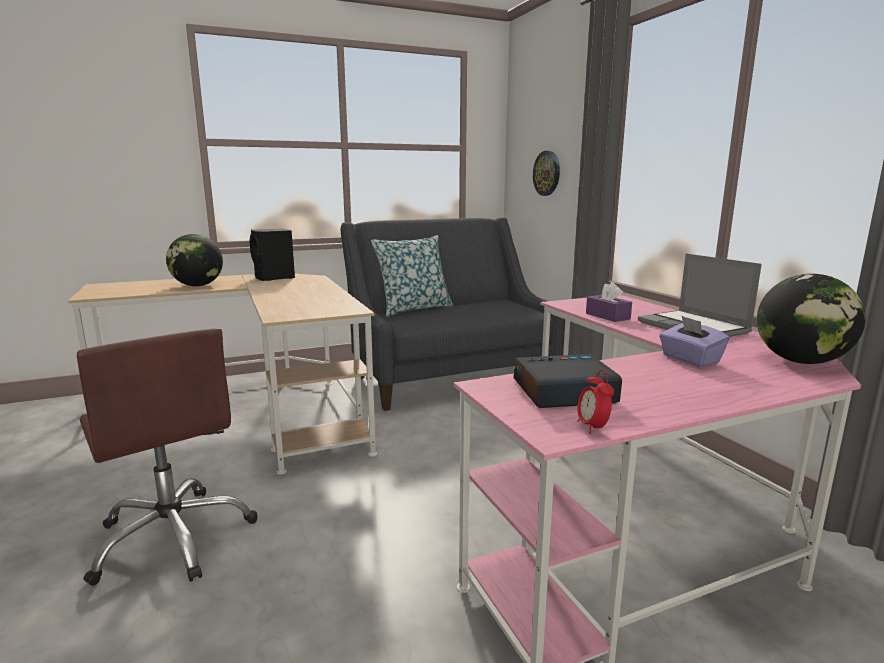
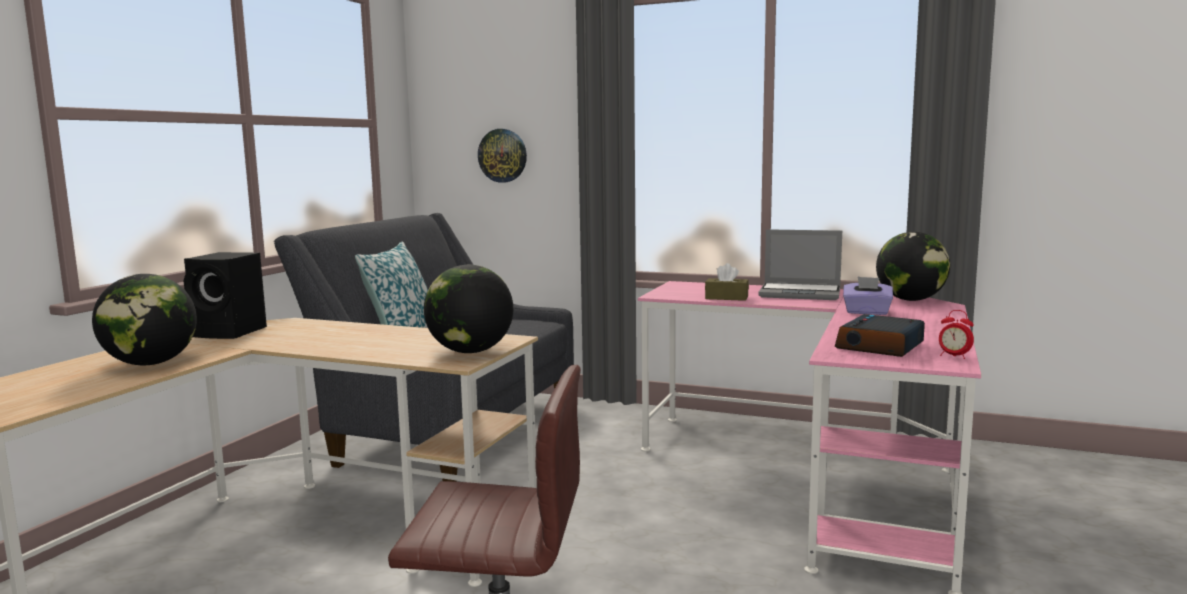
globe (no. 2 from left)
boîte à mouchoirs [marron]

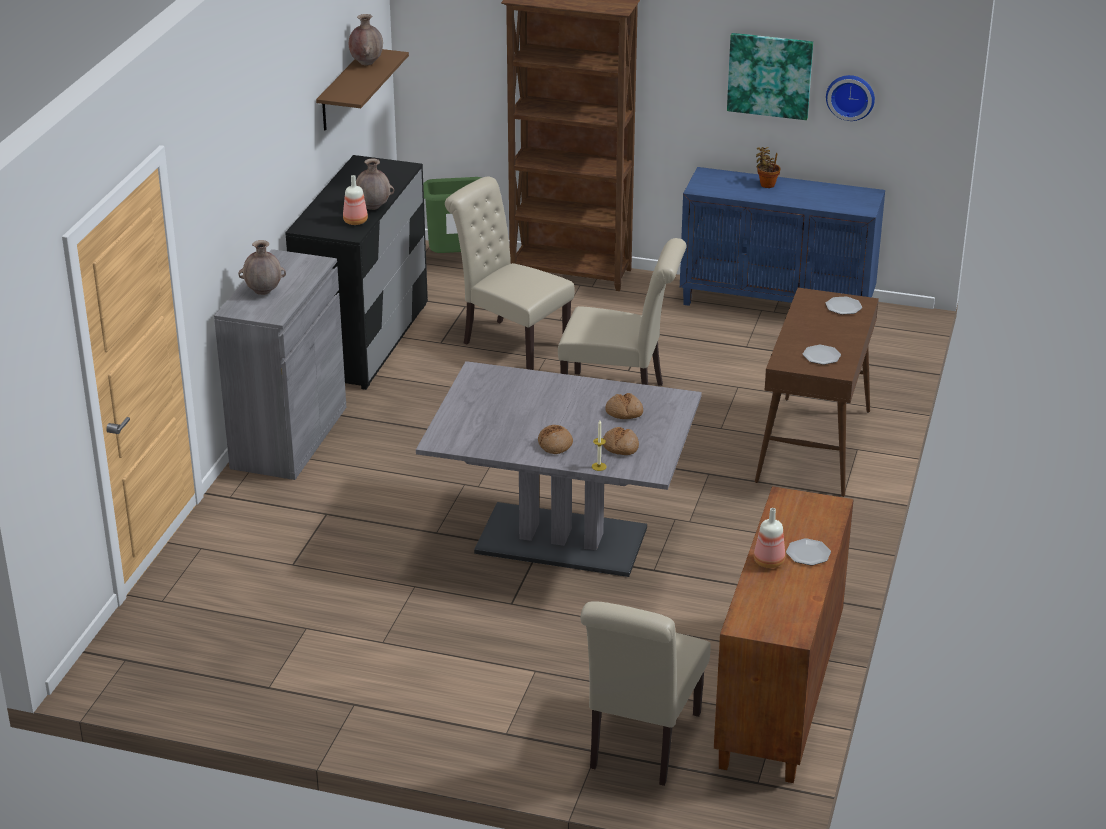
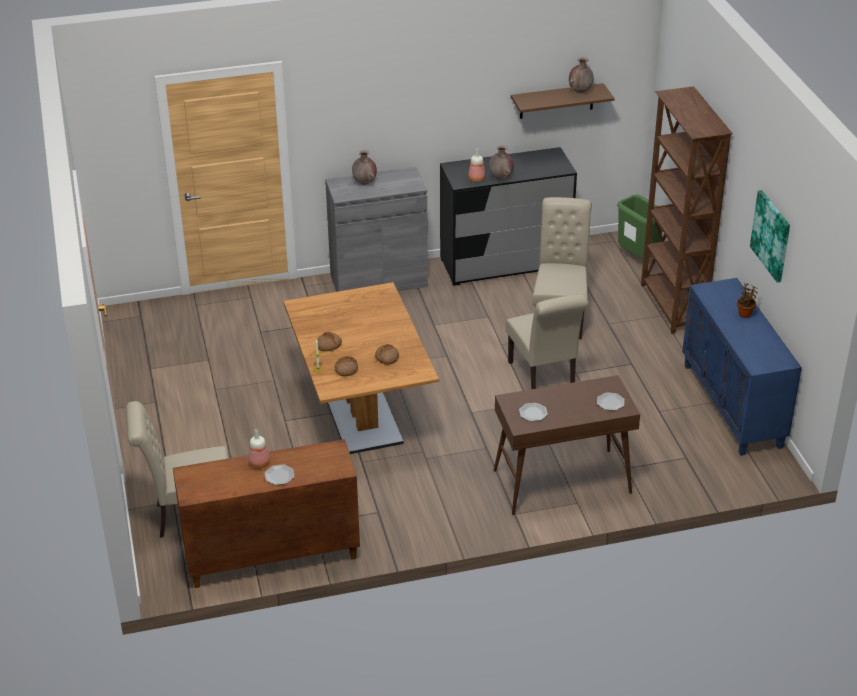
table à manger [marron]
horloge murale

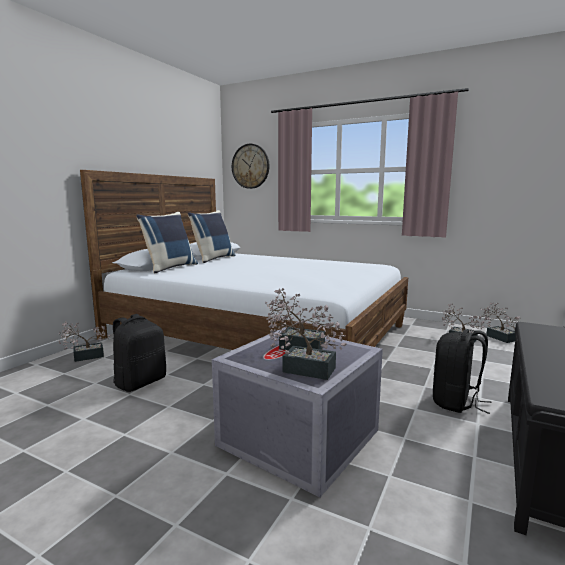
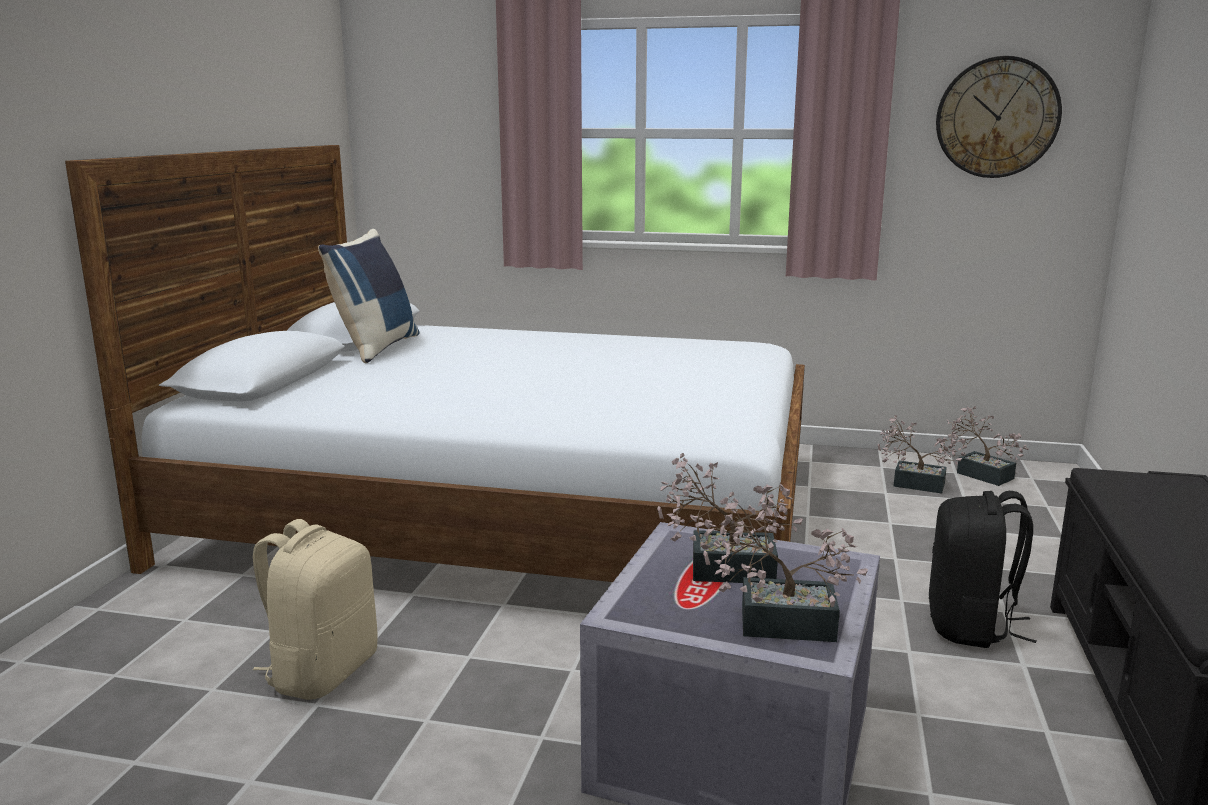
sac à dos [beige]
horloge murale
plante en pot (no. 1 from left in the first image)
coussin [bleu] (no. 1 from left in the first image)

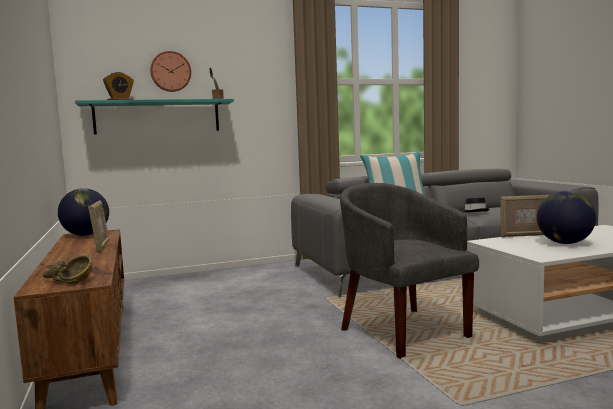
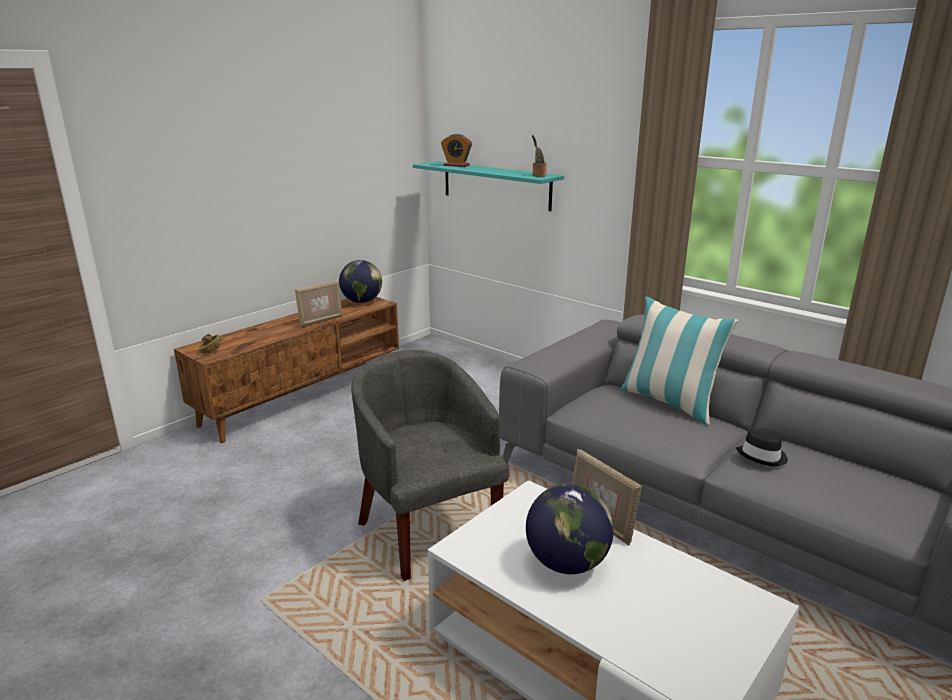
fauteuil [gris]
horloge murale

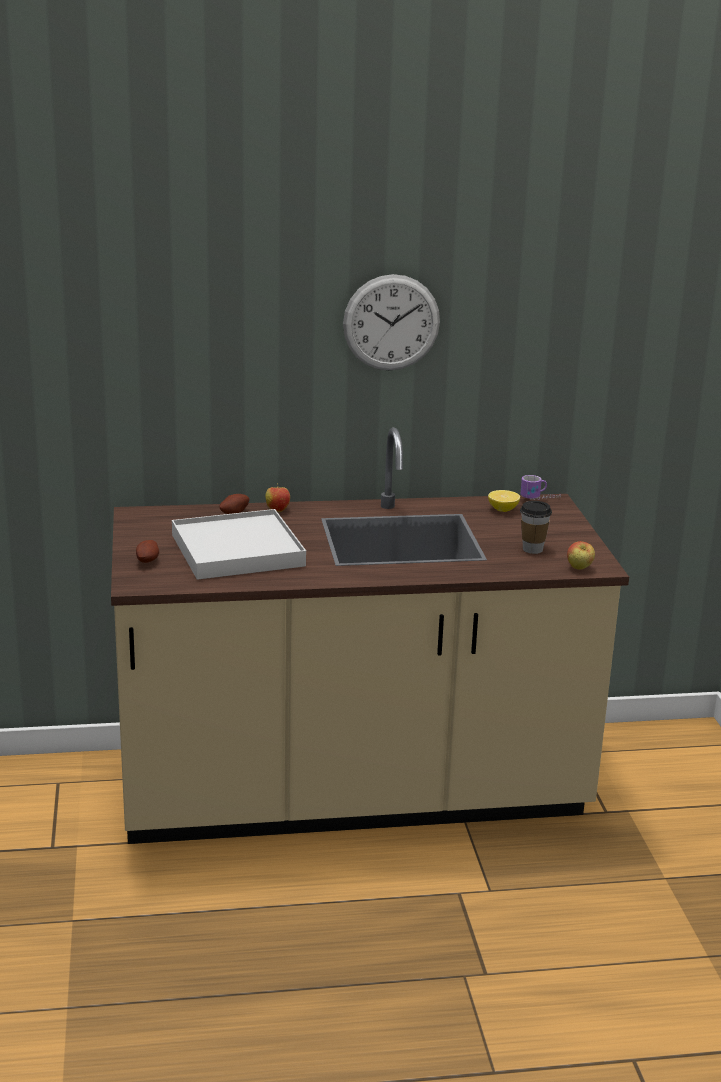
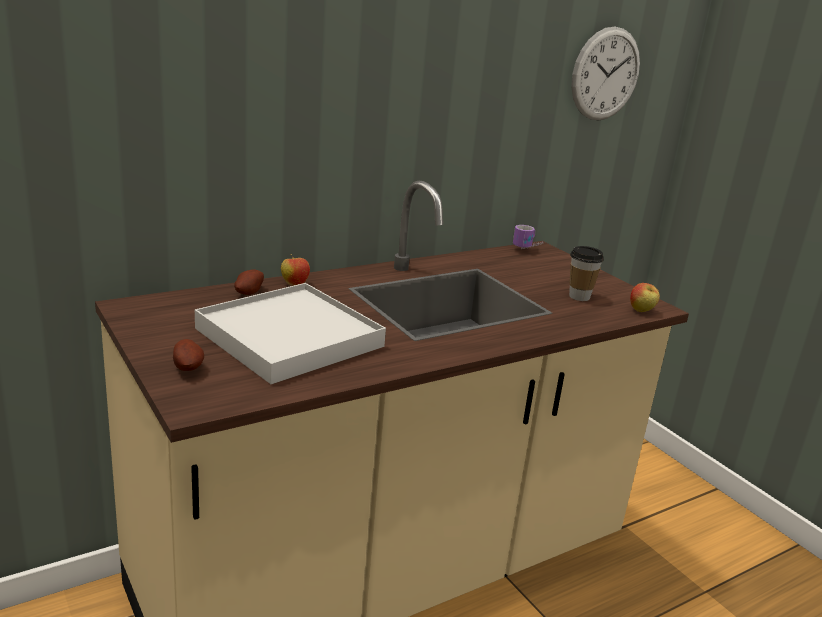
horloge murale
citron

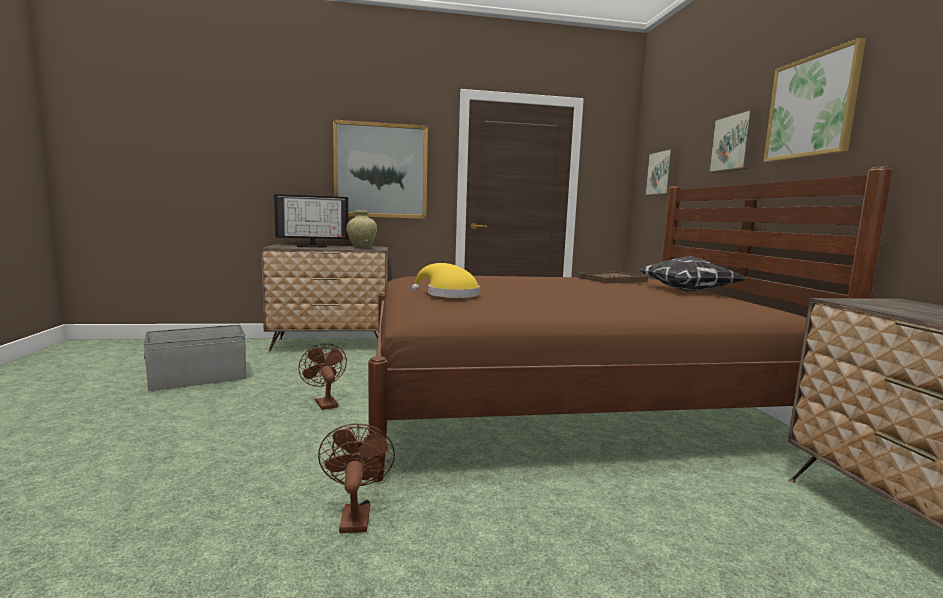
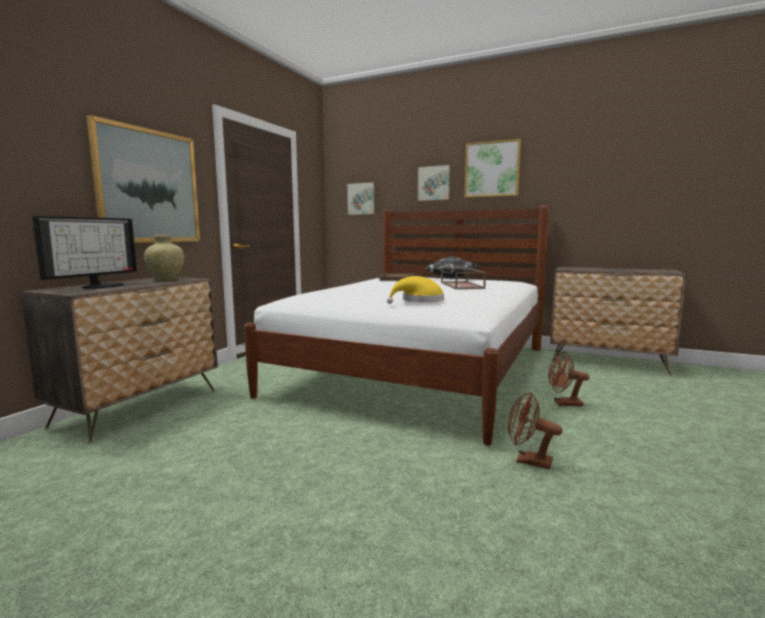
lit [blanc]
plateau [marron] (no. 2 from left)
ventilateur [marron] (no. 2 from left)
boîte de rangement [gris]

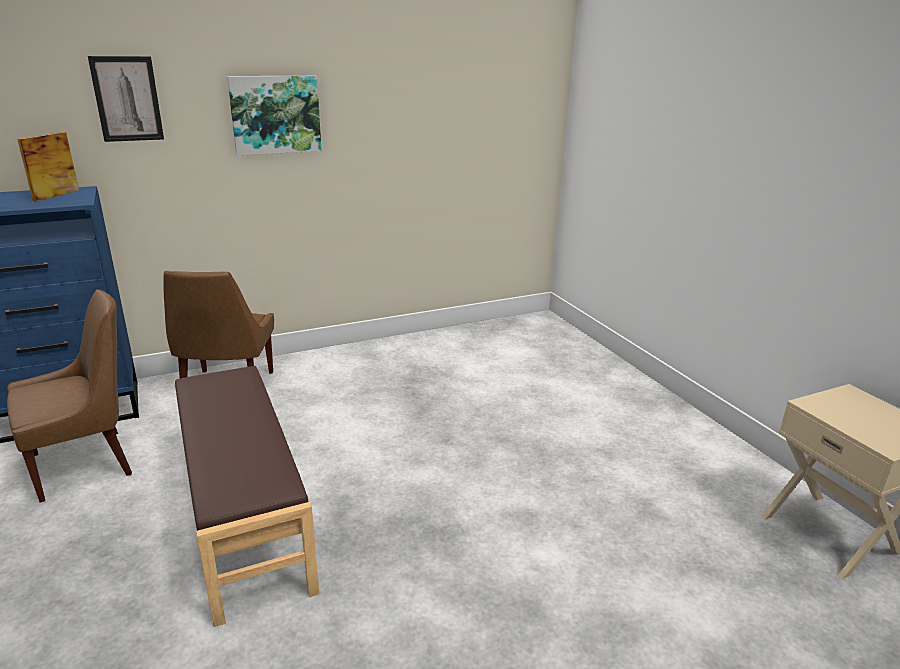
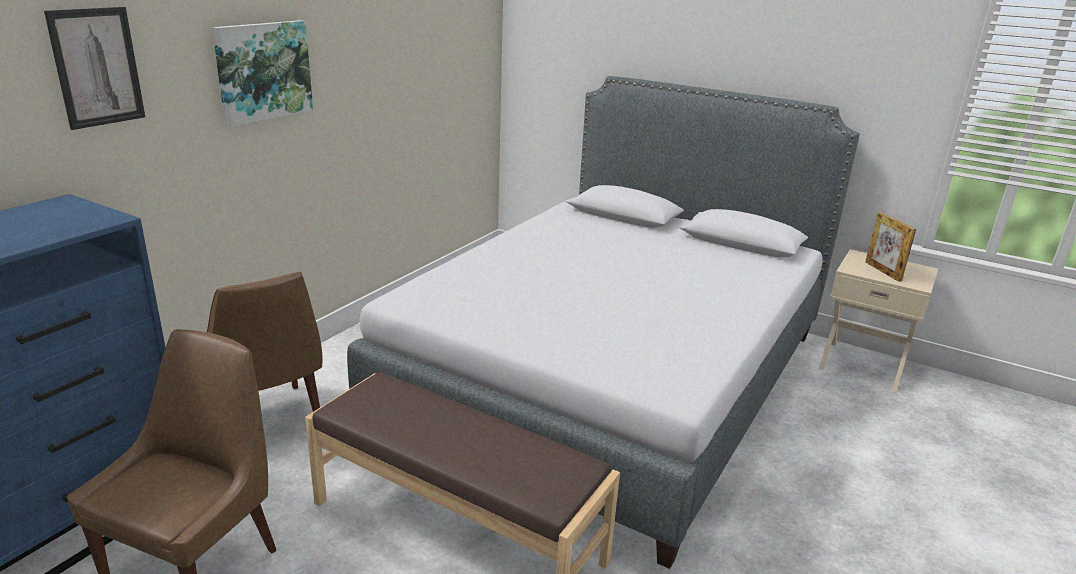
lit [gris]
cadre photo

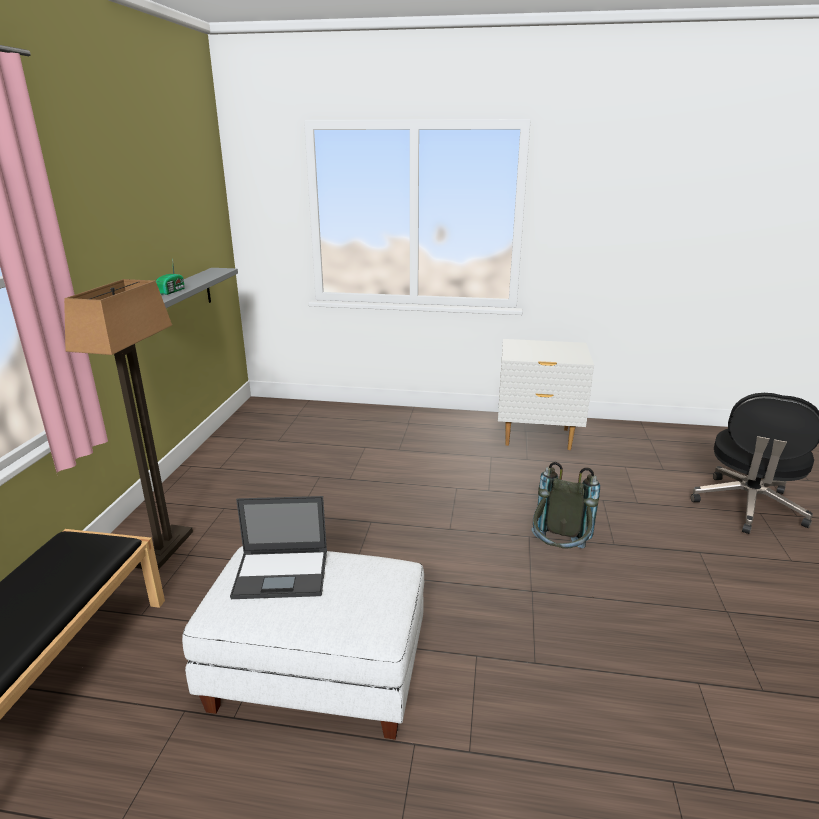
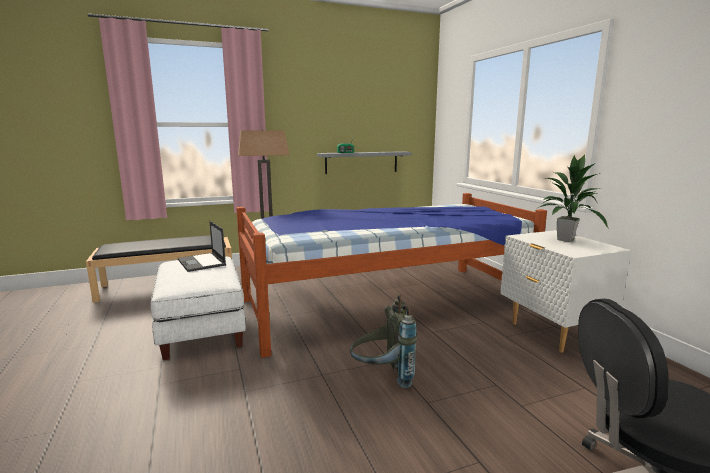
lit
plante en pot

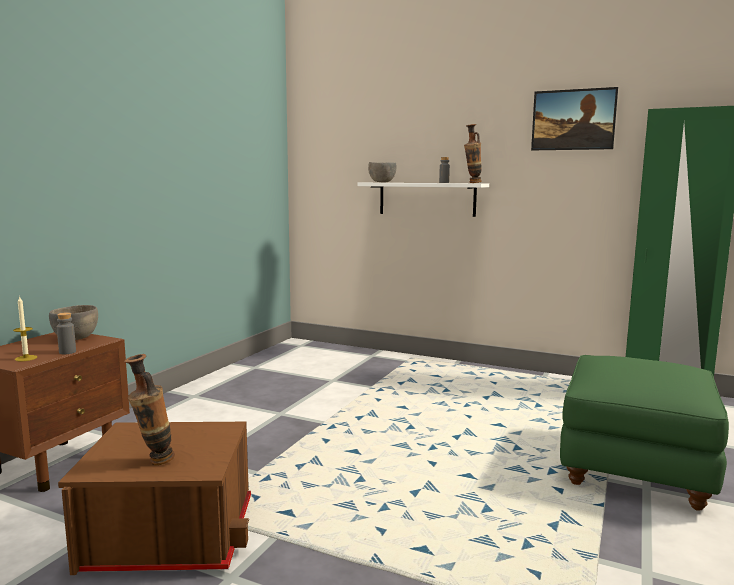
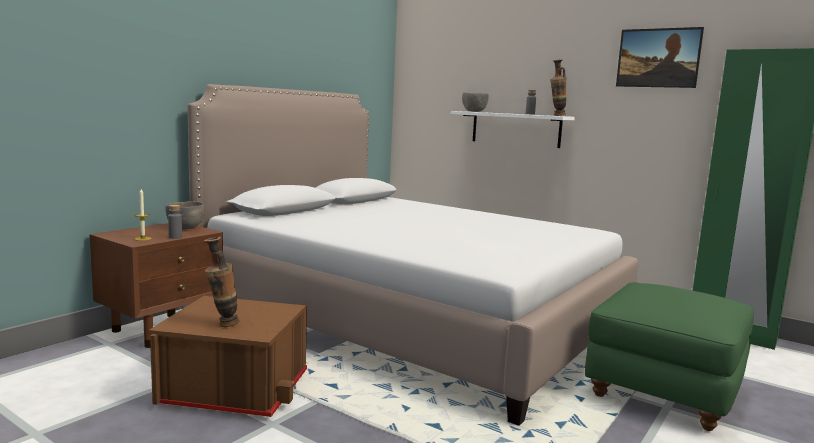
lit

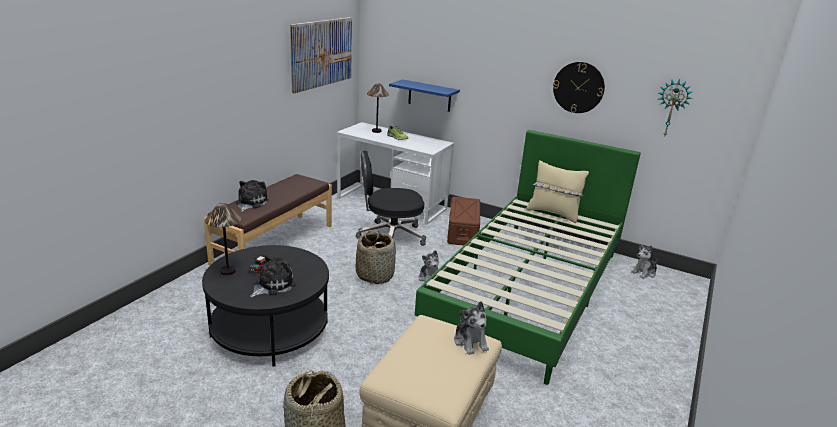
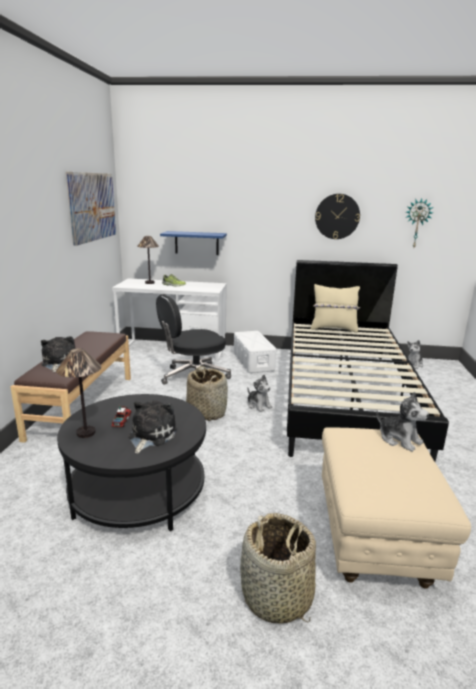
boîte de rangement [blanc]
lit [noir]

